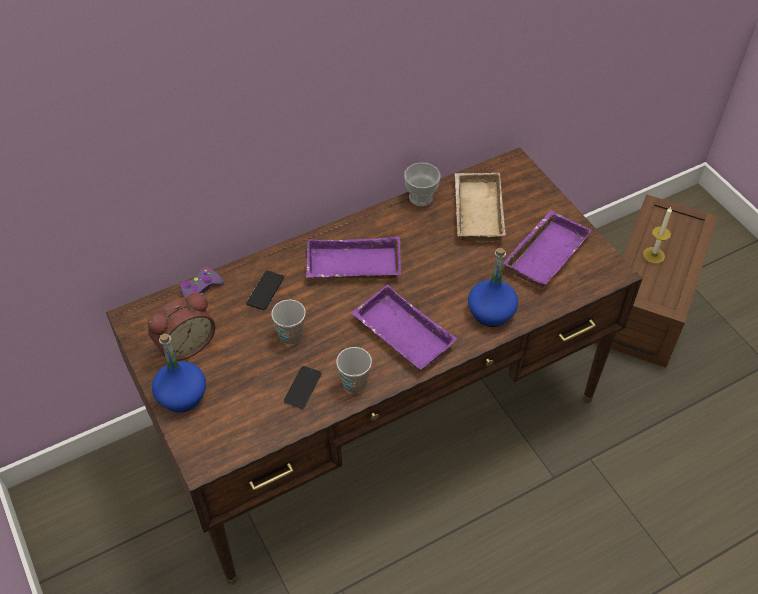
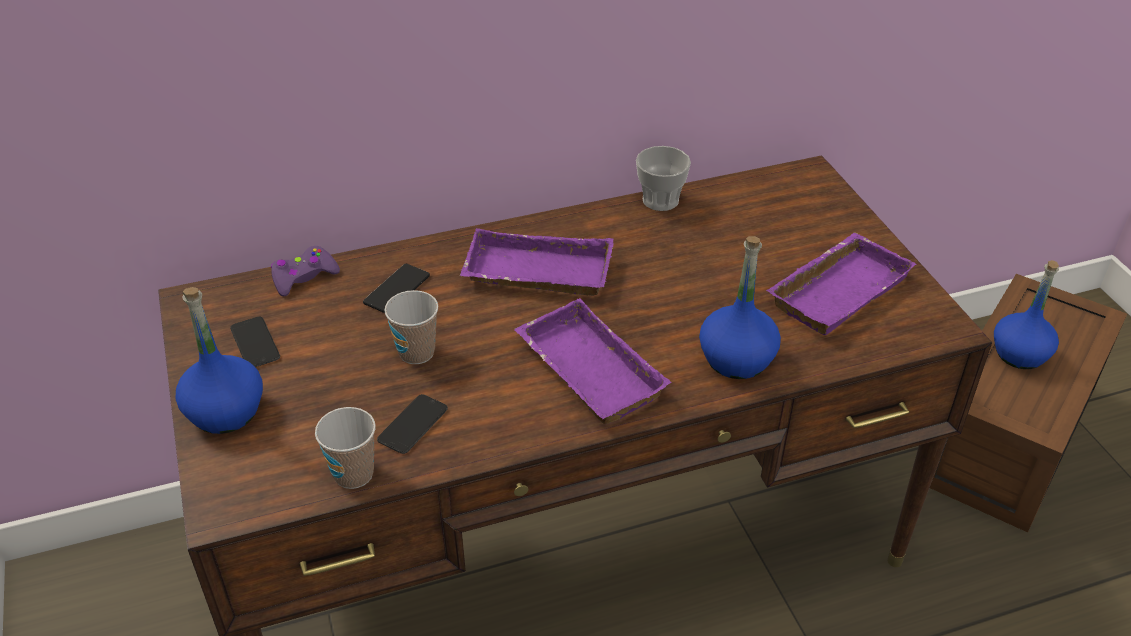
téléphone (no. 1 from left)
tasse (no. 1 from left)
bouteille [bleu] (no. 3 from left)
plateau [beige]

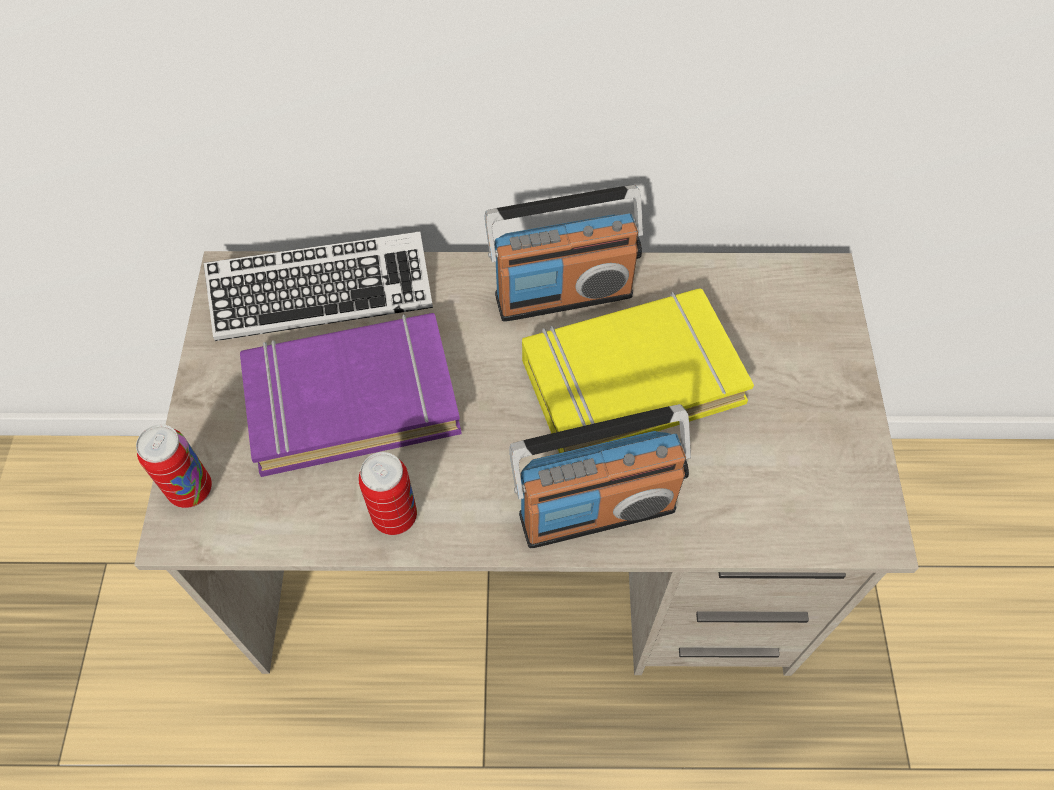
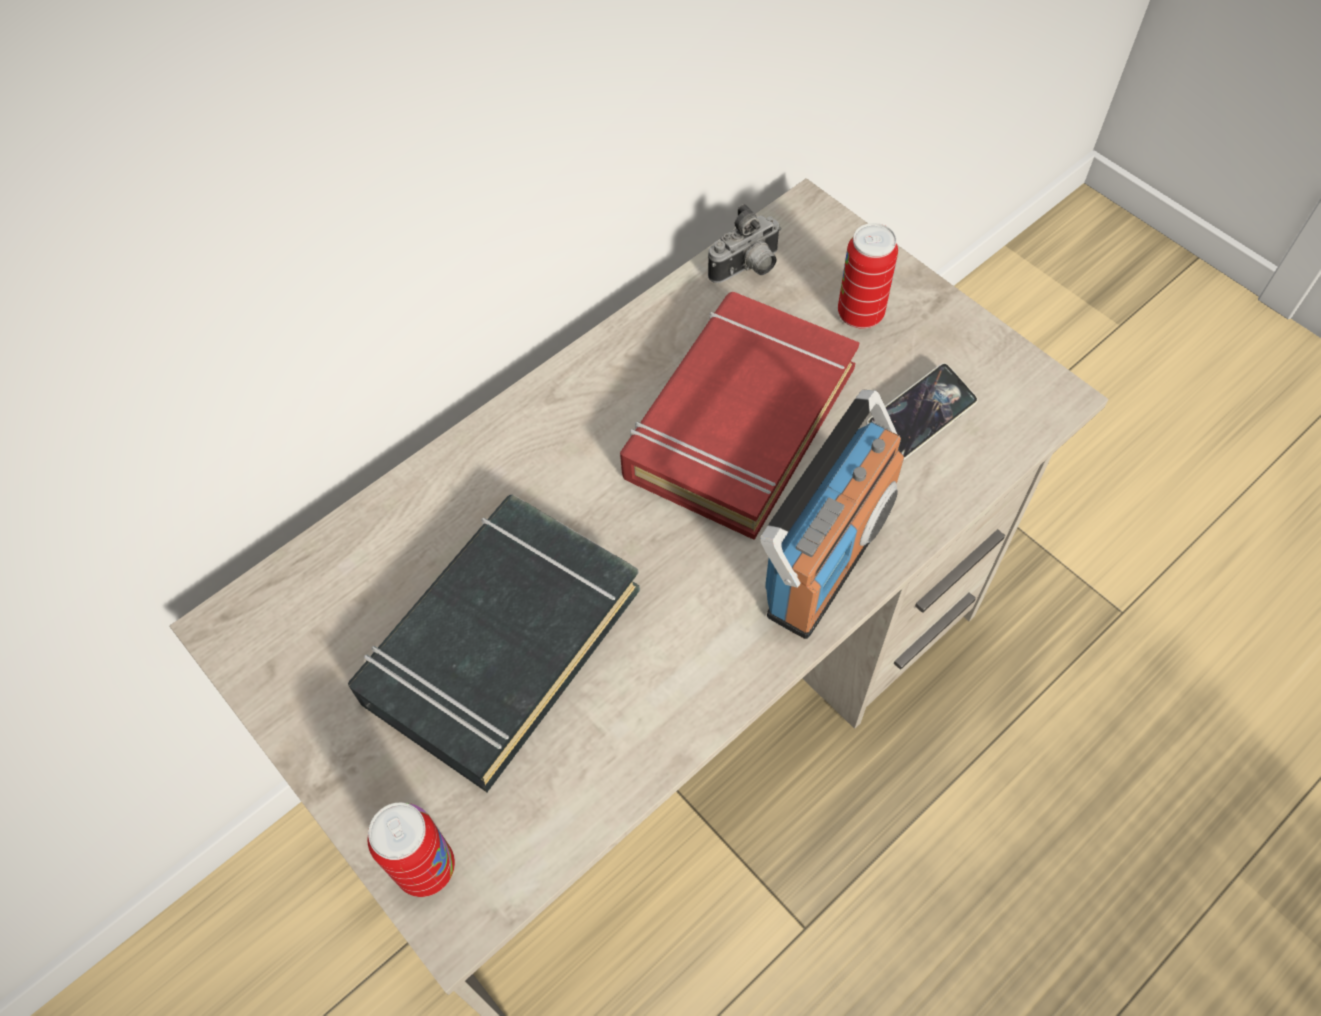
livre [noir]
livre [rouge]
appareil photo
boîte métallique (no. 2 from left)
téléphone
clavier
radio (no. 1 from left in the first image)

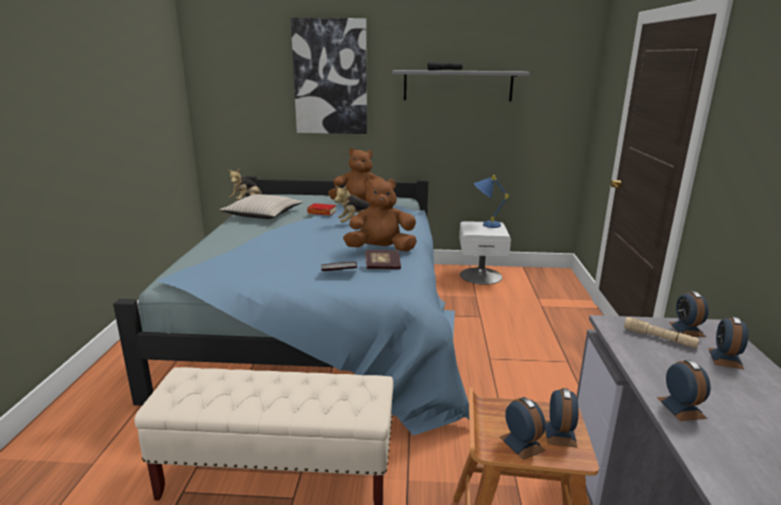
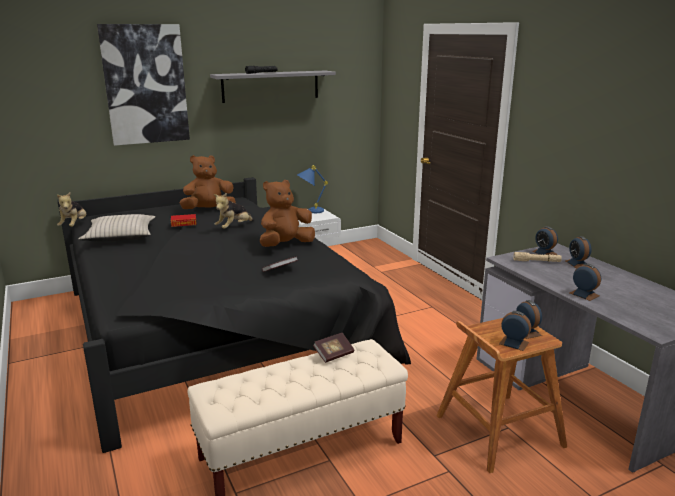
lit [noir]
livre (no. 3 from left)

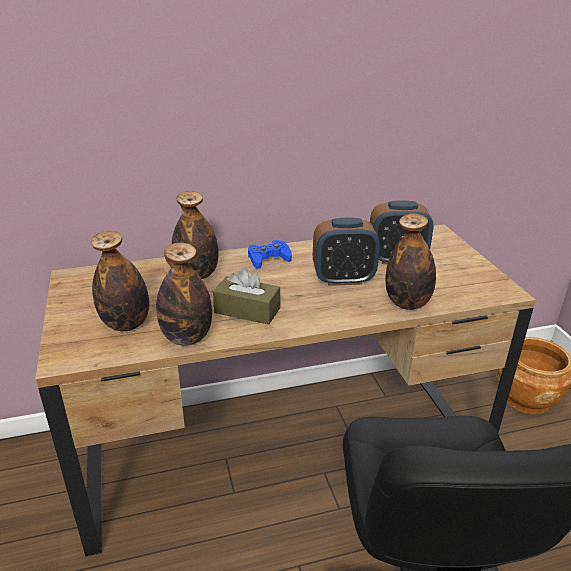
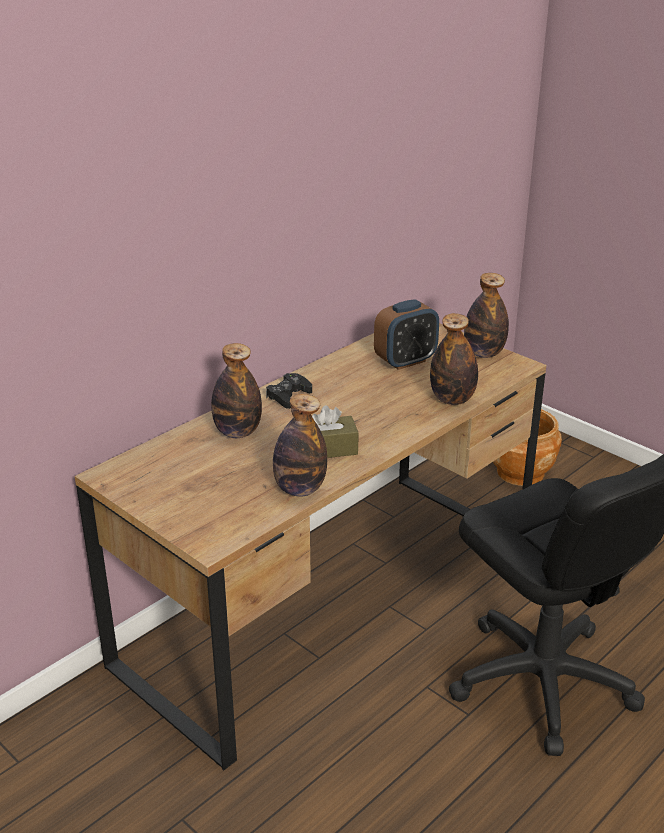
manette [noir]
bouteille (no. 4 from left)
réveil (no. 1 from left in the first image)

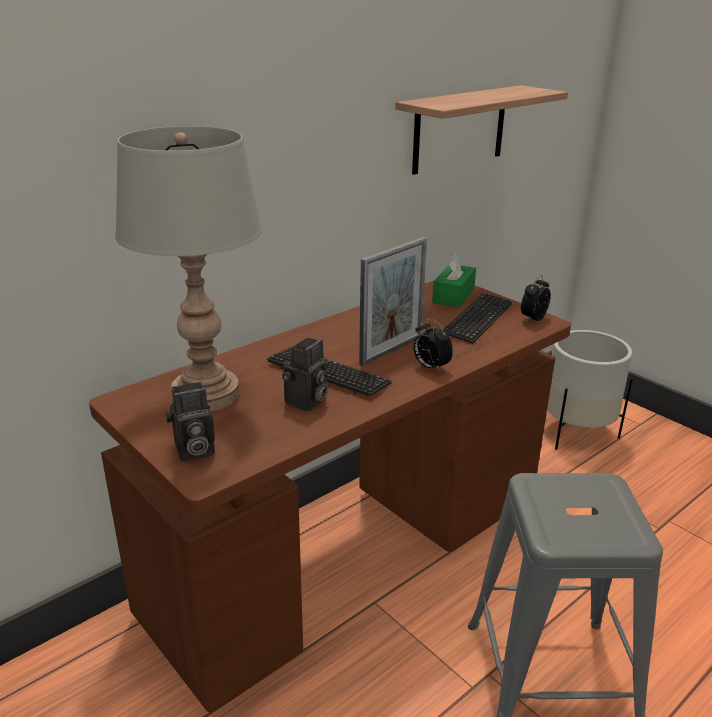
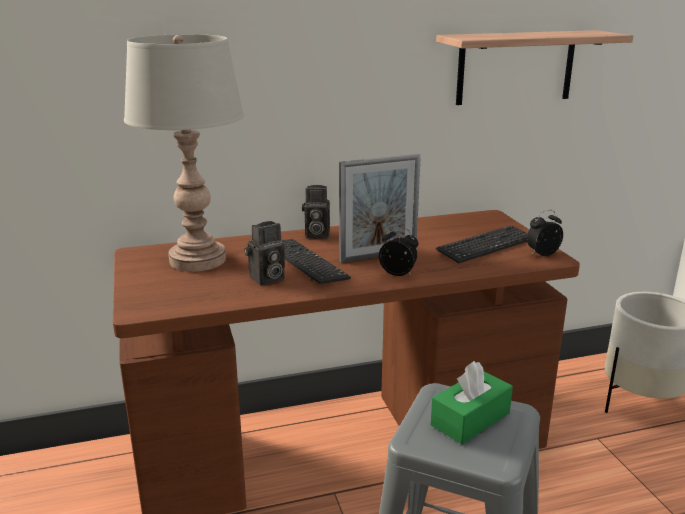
appareil photo (no. 2 from left)
réveil (no. 1 from left)
boîte à mouchoirs [vert]

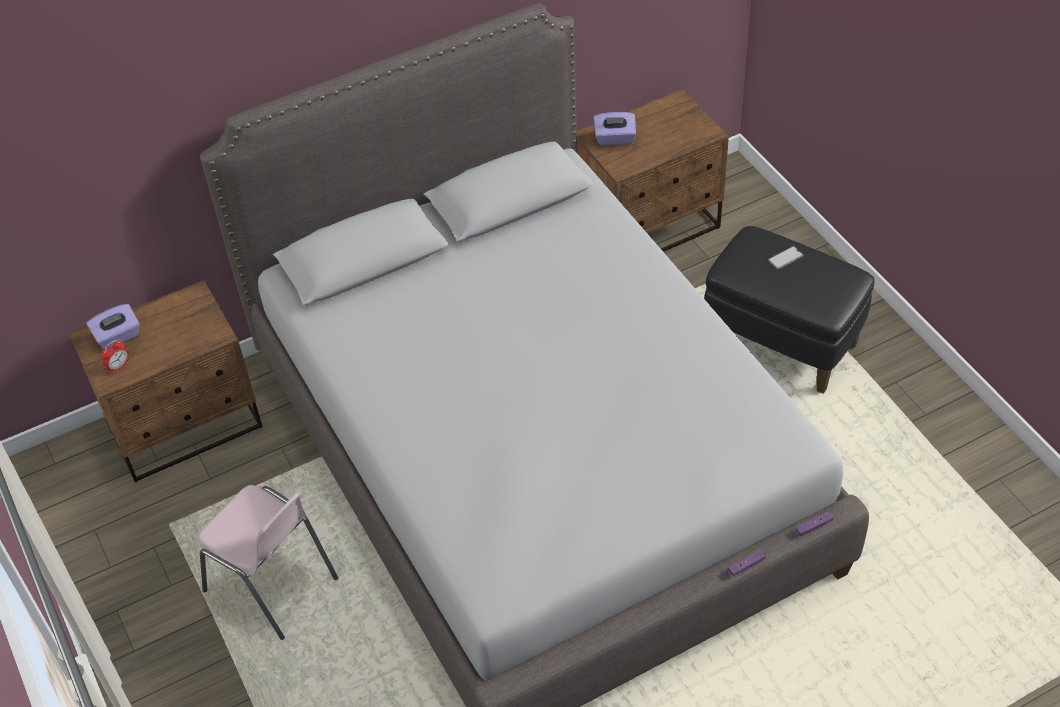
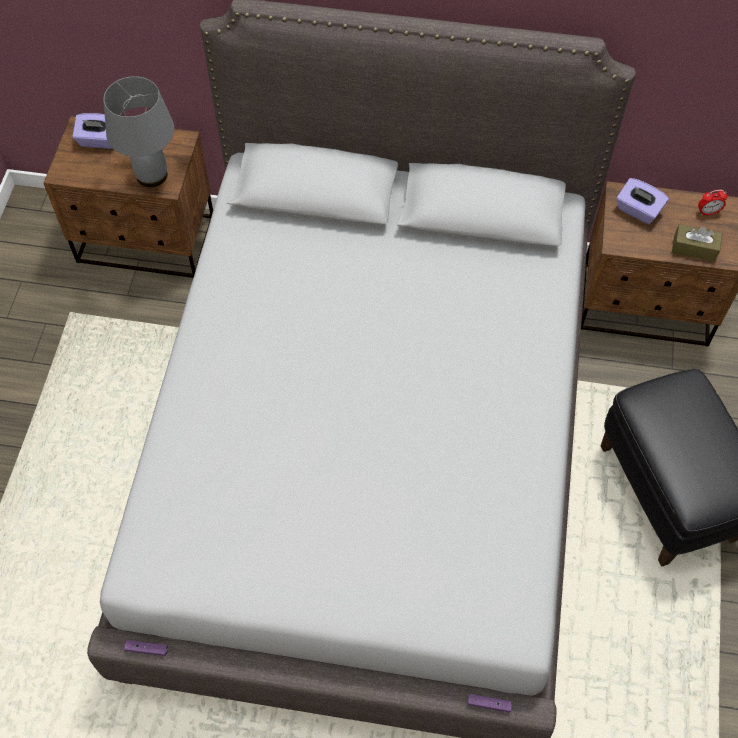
lampe de table [gris]
manette [violet] (no. 1 from left)
boîte à mouchoirs [marron]
réveil
chaise [rose]
téléphone

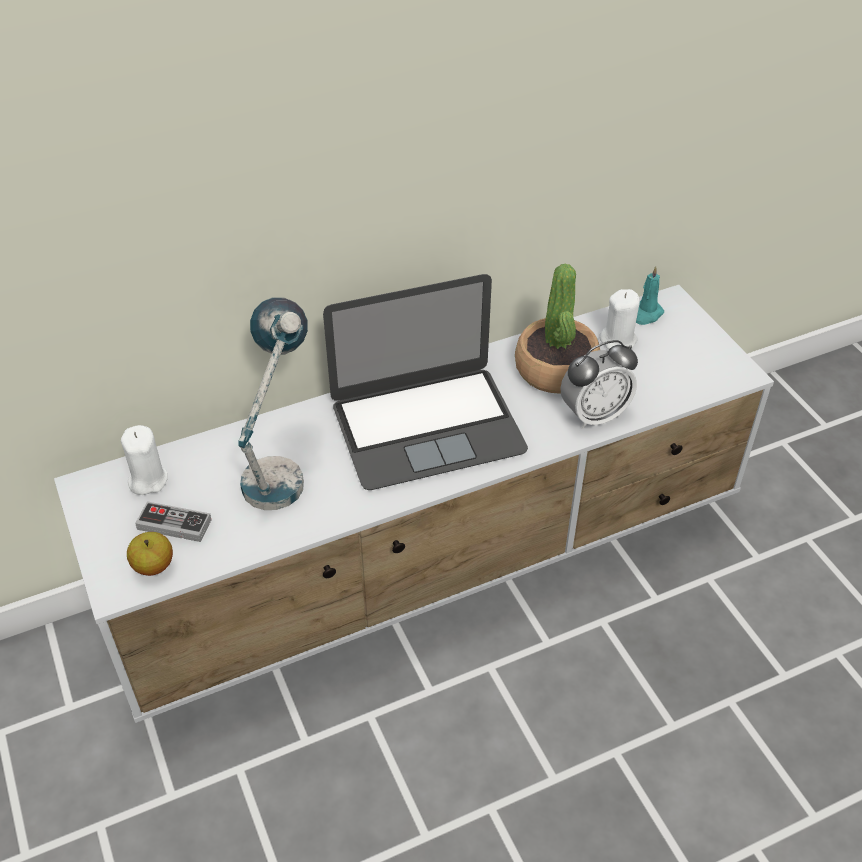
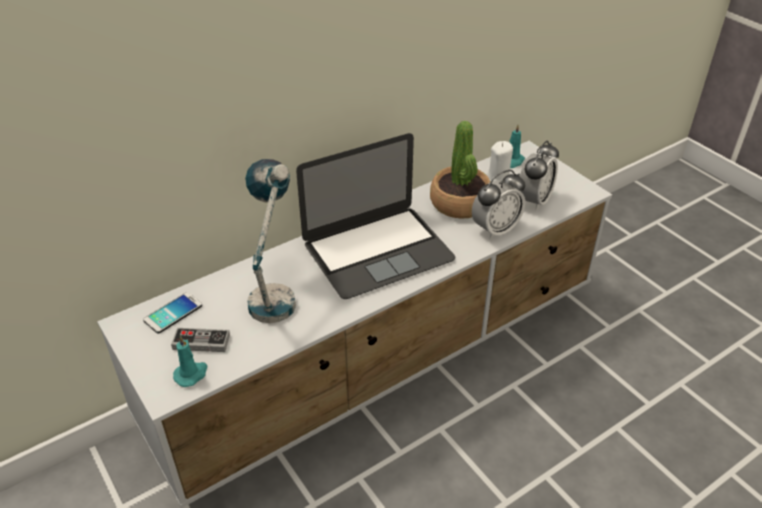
téléphone
bougie [turquoise] (no. 1 from left)
réveil (no. 2 from left)

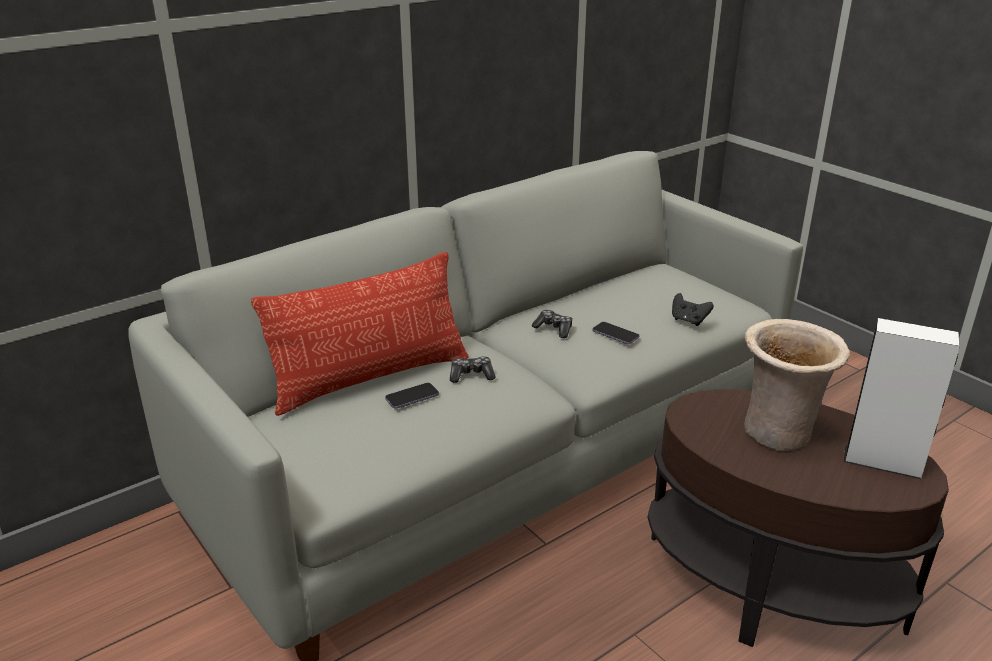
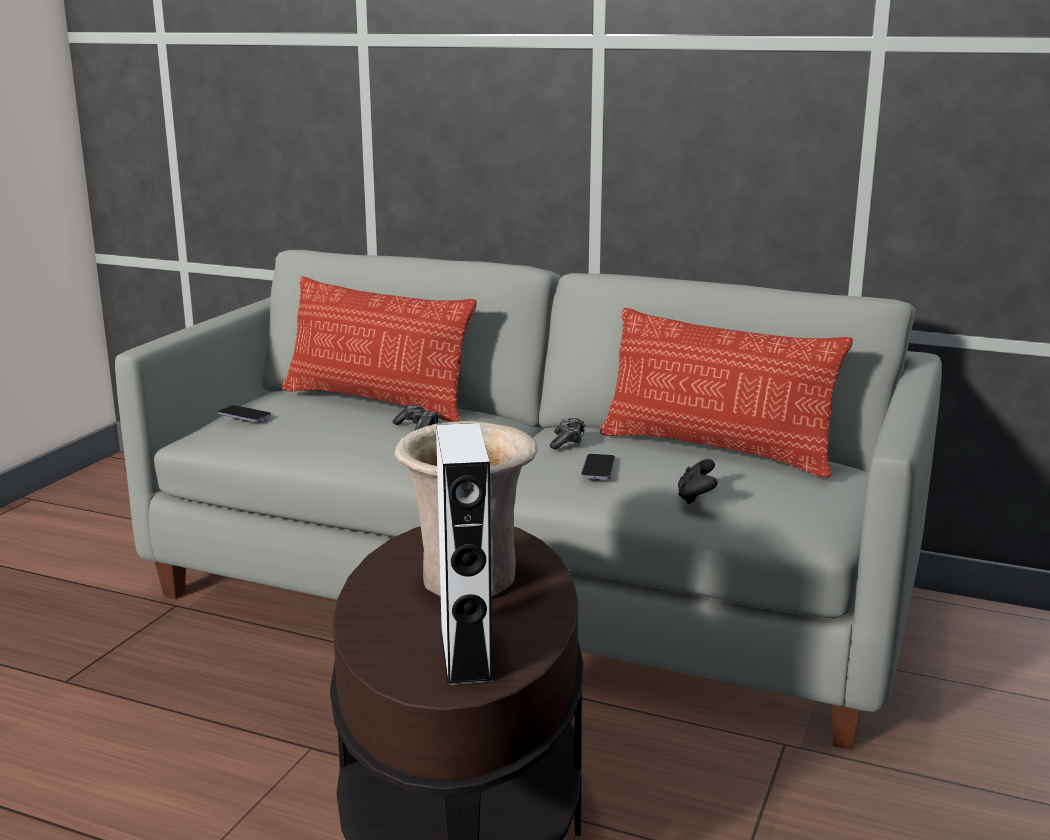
téléphone (no. 1 from left)
coussin (no. 2 from left)

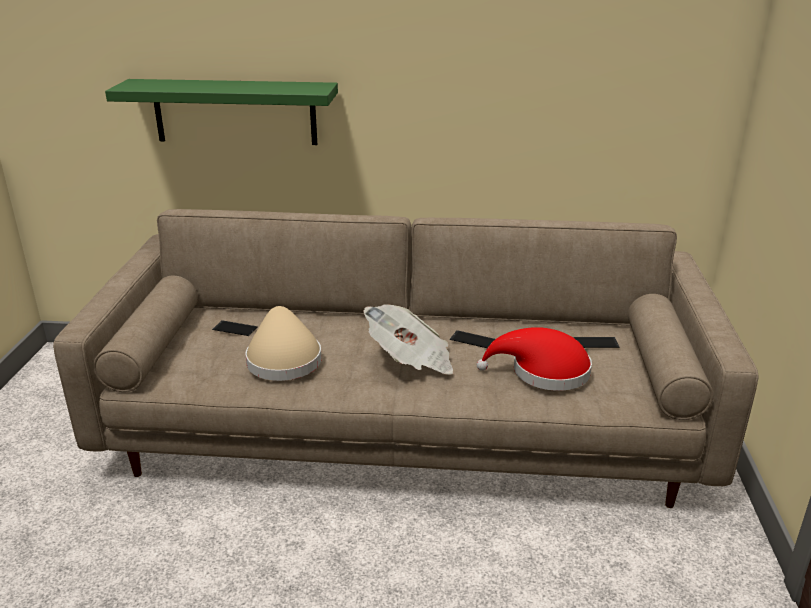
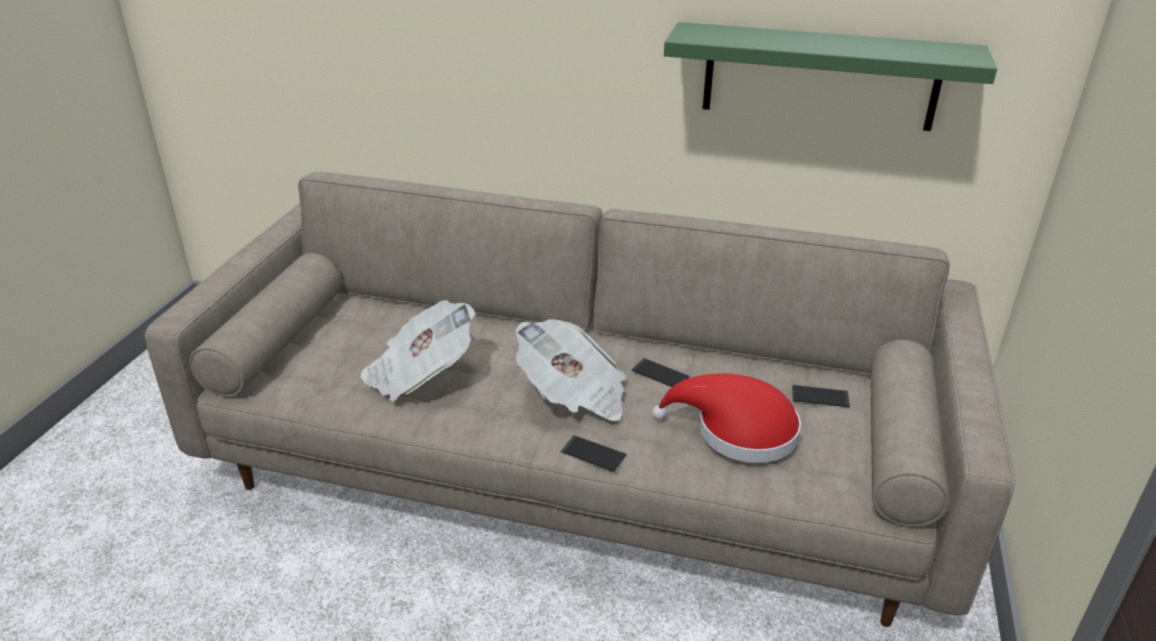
journal (no. 1 from left)
téléphone (no. 1 from left)
étagère [vert]

